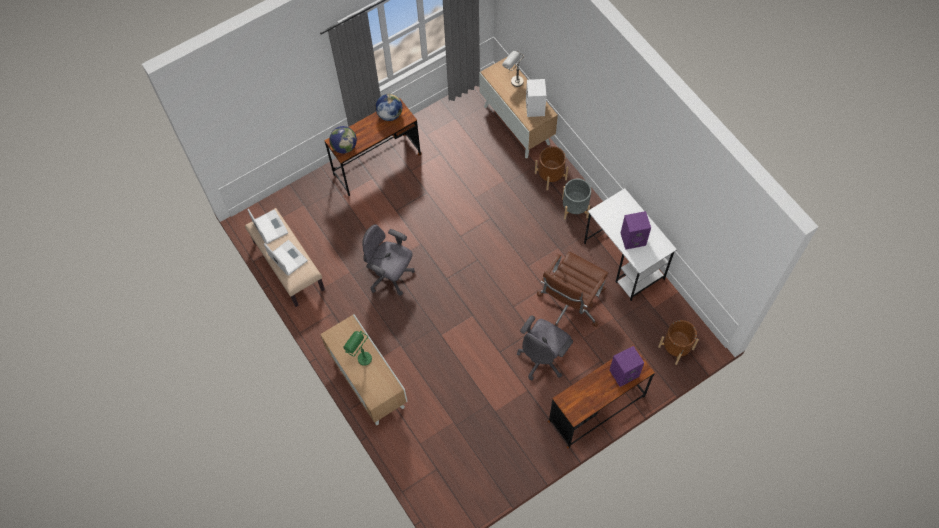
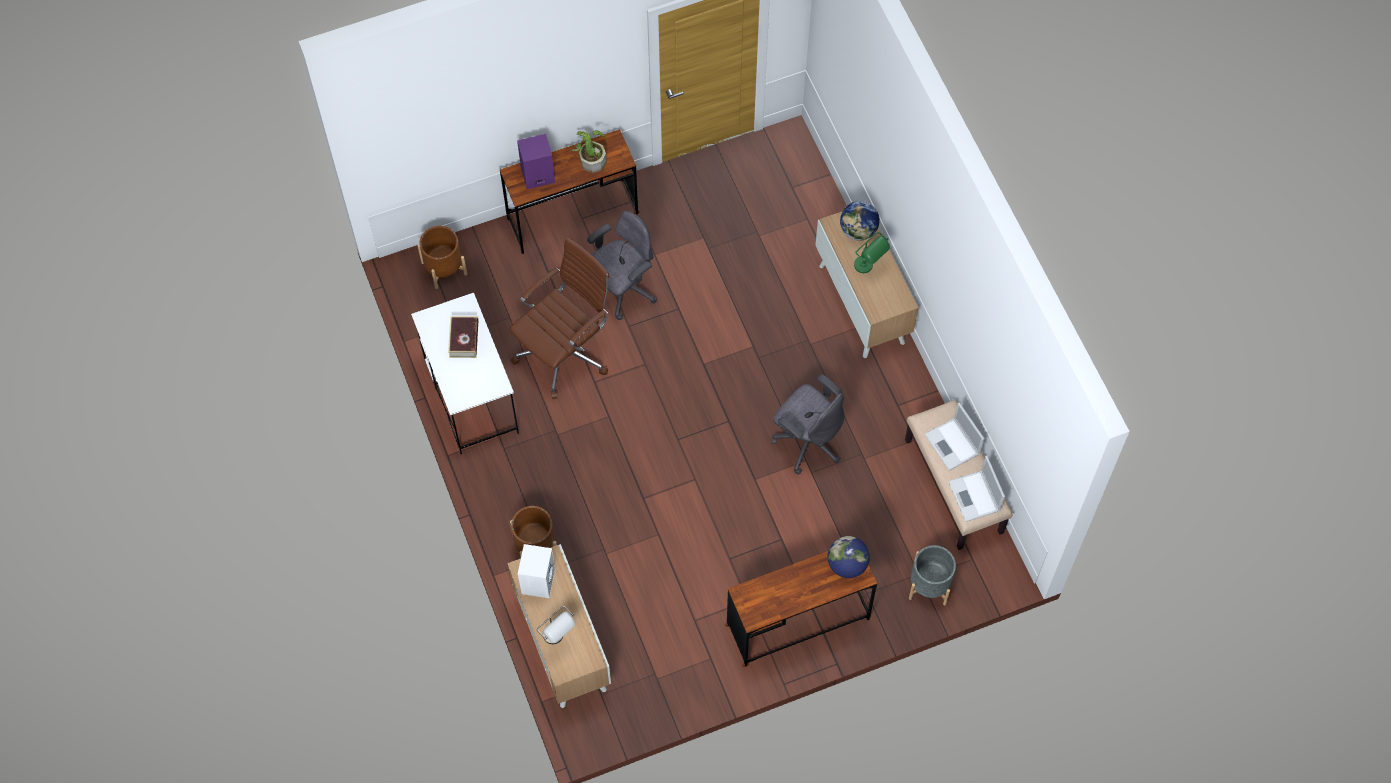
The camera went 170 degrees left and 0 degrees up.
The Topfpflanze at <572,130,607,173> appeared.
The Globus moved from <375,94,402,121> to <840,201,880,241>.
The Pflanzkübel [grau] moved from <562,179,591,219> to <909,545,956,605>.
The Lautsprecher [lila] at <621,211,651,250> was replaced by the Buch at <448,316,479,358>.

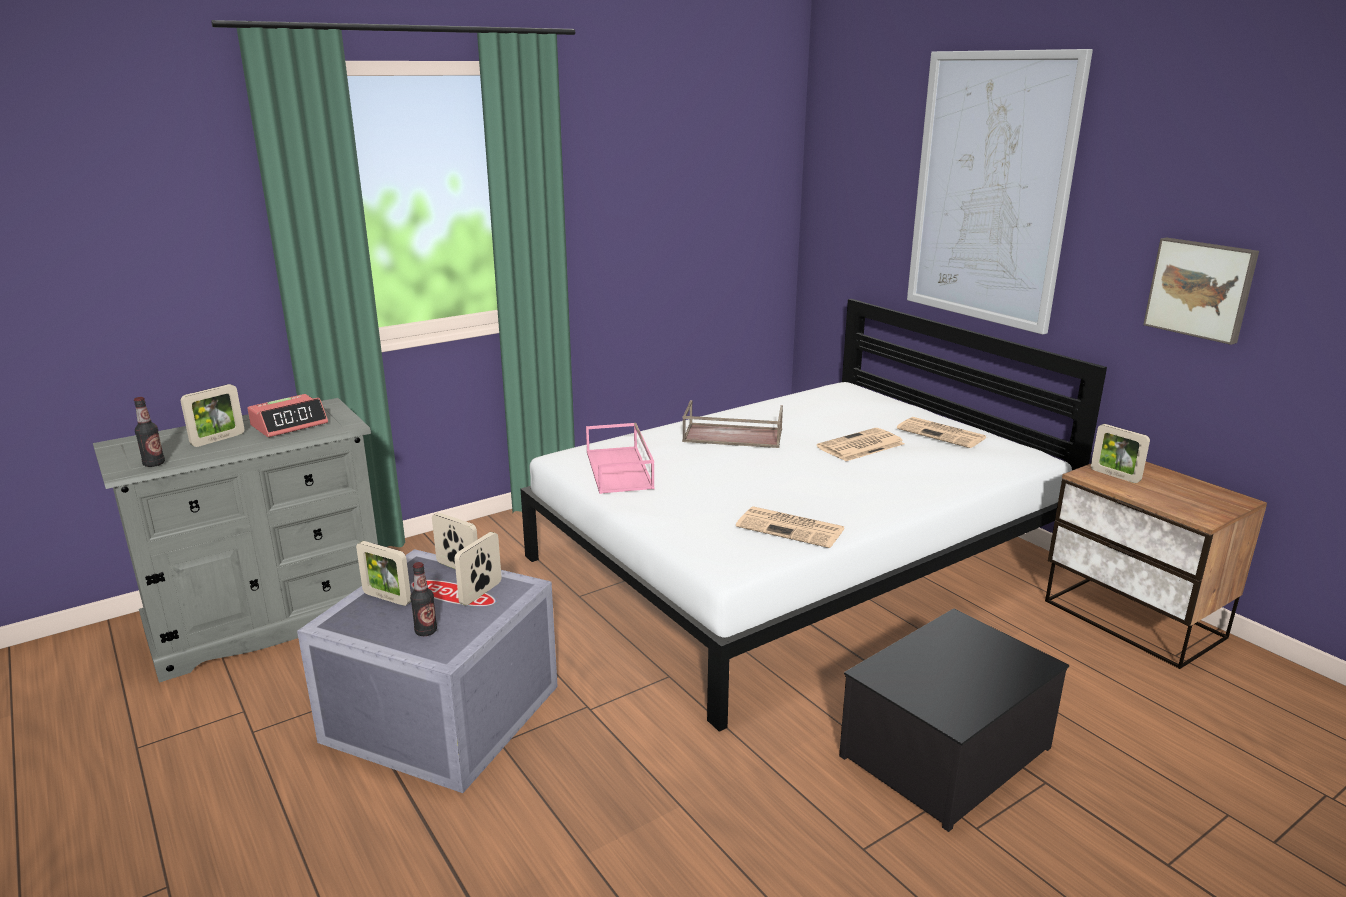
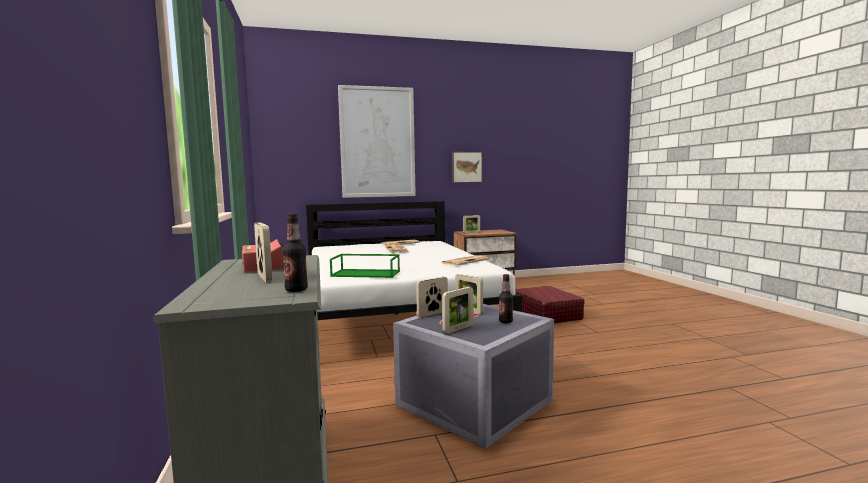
The camera went 70 degrees left and 15 degrees down.
The Tablett [braun] at <682,400,783,448> disappeared.
The Aufbewahrungsbox at <839,609,1069,832> was replaced by the Koffer [rot] at <515,286,585,323>.
The Tablett [rosa] at <586,423,654,494> became the Tablett [grün] at <330,254,400,278>.

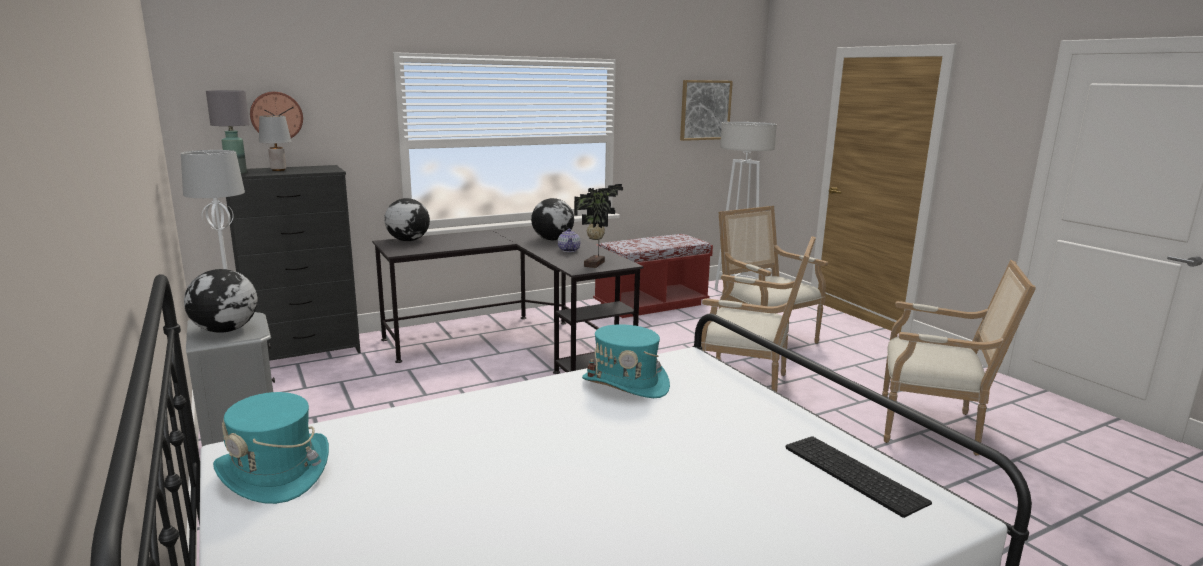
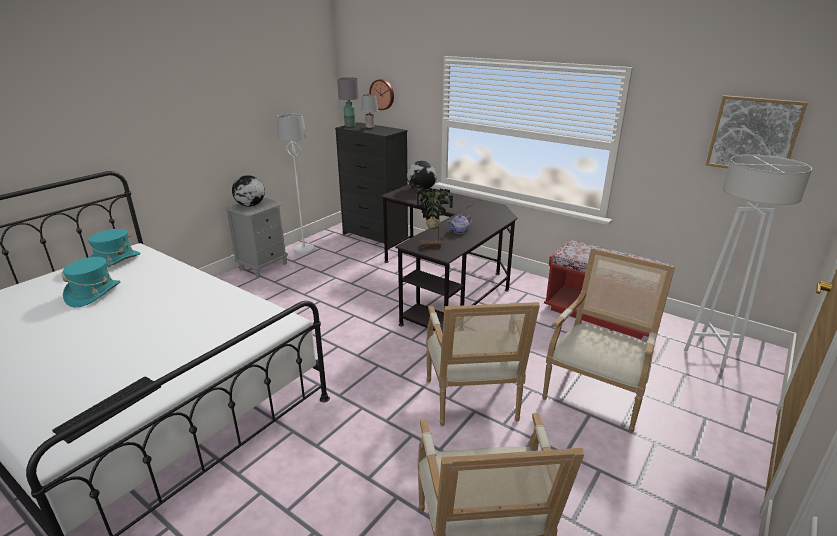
The camera went 65 degrees right and 10 degrees up.
The Globus at <531,198,574,240> disappeared.
The Hut [türkis] moved from <582,324,670,398> to <62,257,121,307>.

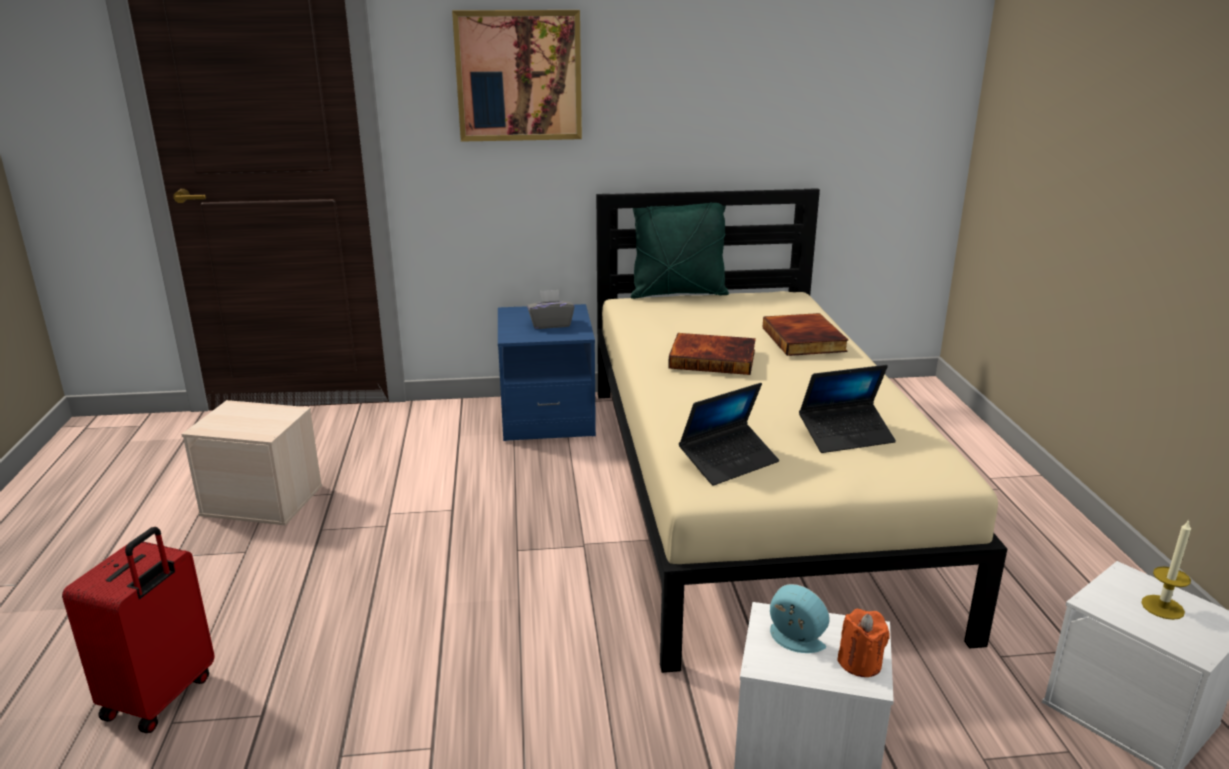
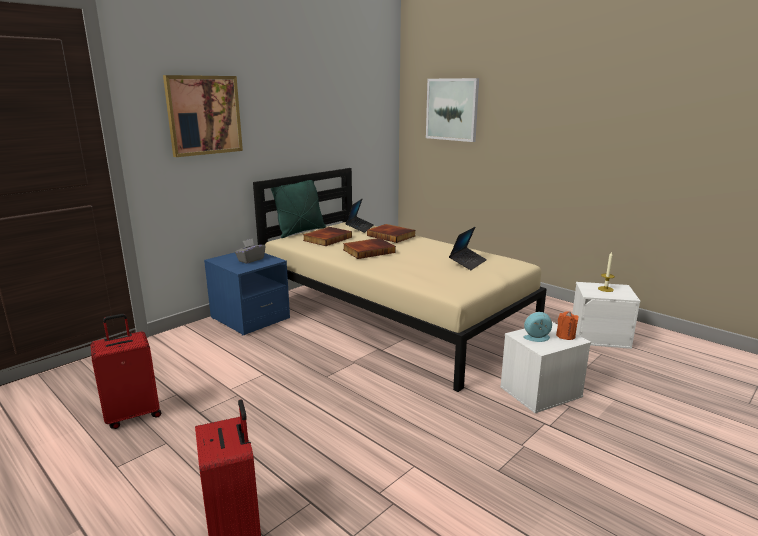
The camera went 40 degrees left and 5 degrees down.
The Buch at <303,227,352,246> appeared.
The Bild at <426,78,479,142> appeared.
The Laptop moved from <679,383,779,486> to <346,199,374,233>.
The Aufbewahrungsbox [beige] at <181,400,322,525> was replaced by the Koffer [rot] at <90,314,161,429>.

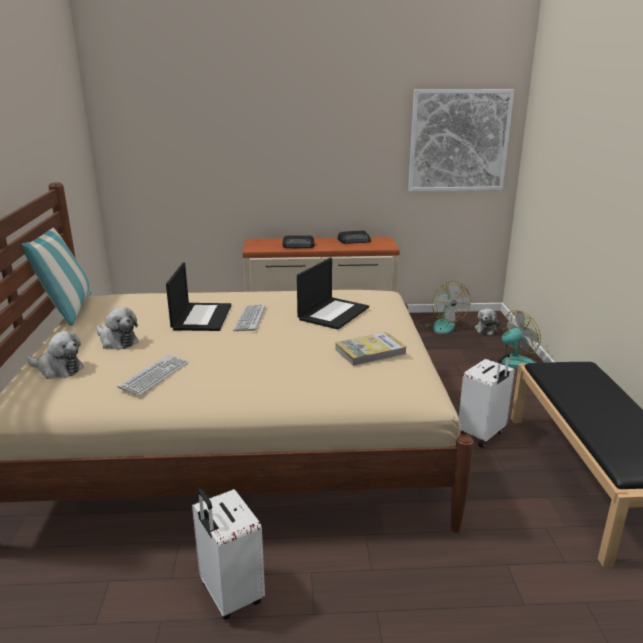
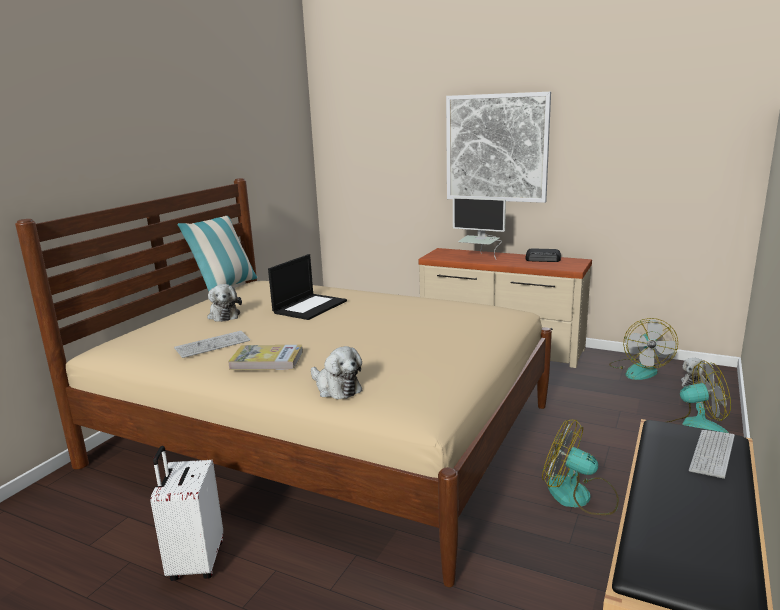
The camera went 30 degrees right and 5 degrees down.
The Laptop at <297,258,369,330> disappeared.
The Plüschtier moved from <27,331,84,379> to <311,346,362,399>.
The Tastatur moved from <233,304,265,331> to <689,430,735,479>.
The Buch moved from <336,332,407,366> to <228,345,303,370>.
The Bild moved from <408,89,514,191> to <446,92,551,203>.
The Radio at <283,235,315,248> was replaced by the Monitor at <453,197,506,259>.
The Koffer [weiß] at <459,353,515,448> was replaced by the Ventilator at <542,420,619,515>.

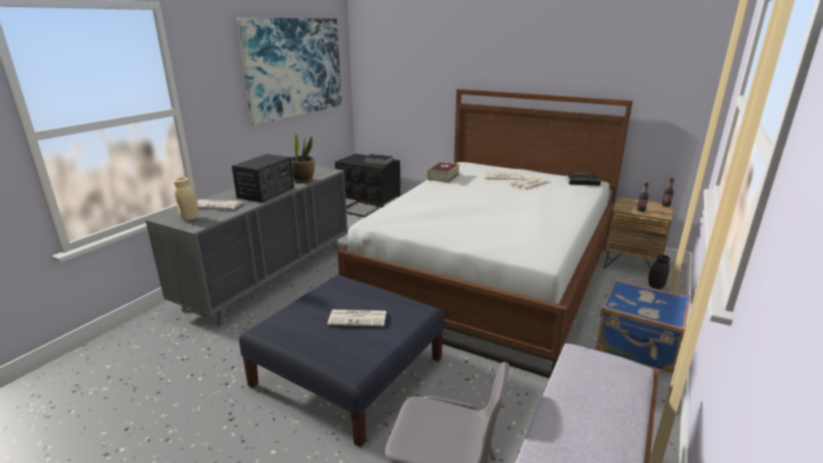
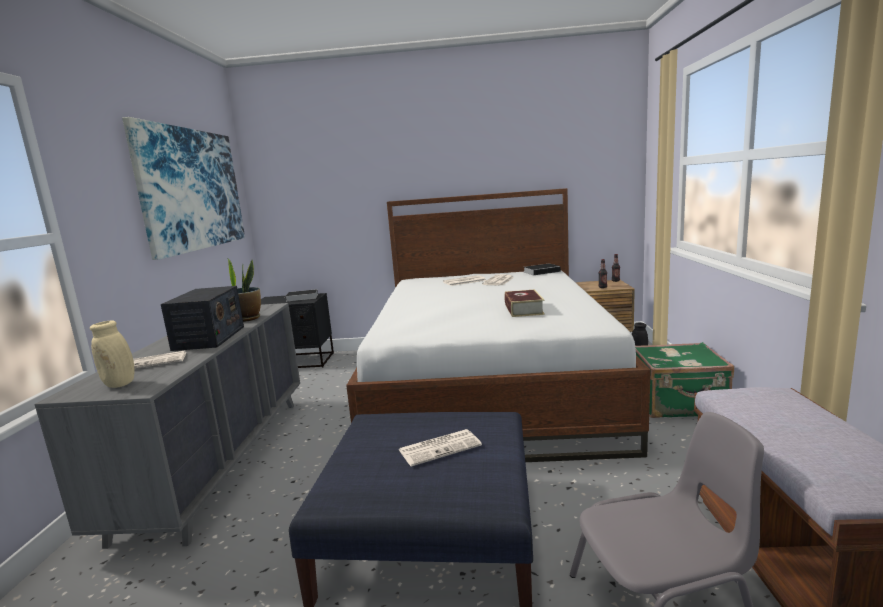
The camera went 25 degrees left and 10 degrees down.
The Buch moved from <427,162,460,183> to <504,289,545,317>.
The Koffer [blau] at <596,279,690,373> became the Koffer [grün] at <635,342,734,418>.

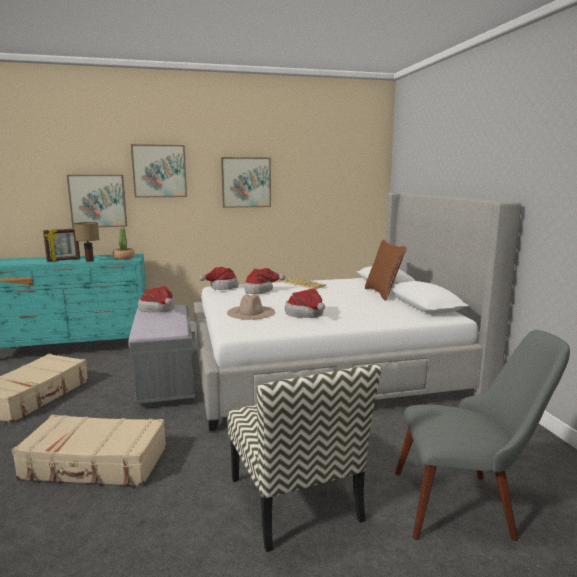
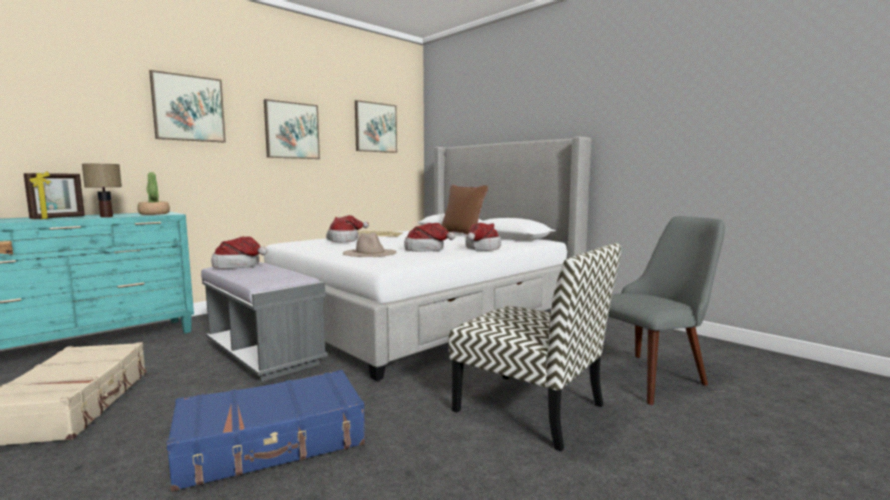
The camera went 30 degrees left and 5 degrees down.
The Bild moved from <67,175,127,228> to <355,100,397,153>.
The Hut moved from <199,267,239,290> to <465,223,501,251>.
The Koffer [beige] at <12,415,166,486> became the Koffer [blau] at <166,370,365,492>.

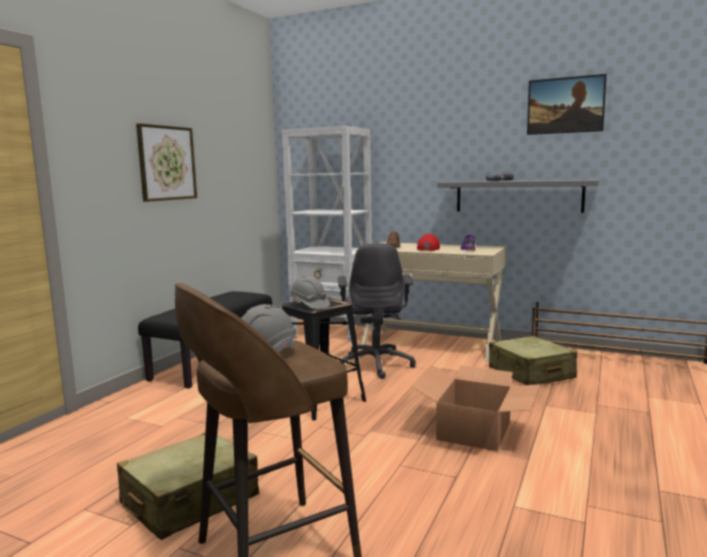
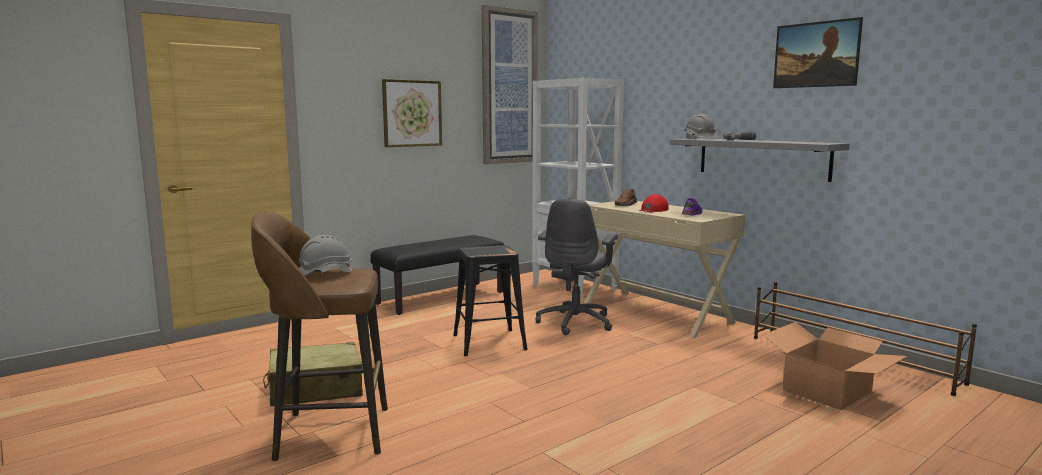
The camera went 25 degrees right and 0 degrees up.
The Koffer [beige] at <489,336,577,385> disappeared.
The Bild at <482,5,538,164> appeared.
The Schutzhelm [grau] moved from <290,275,330,309> to <684,114,718,139>.
The Karton moved from <411,365,540,451> to <763,322,907,410>.

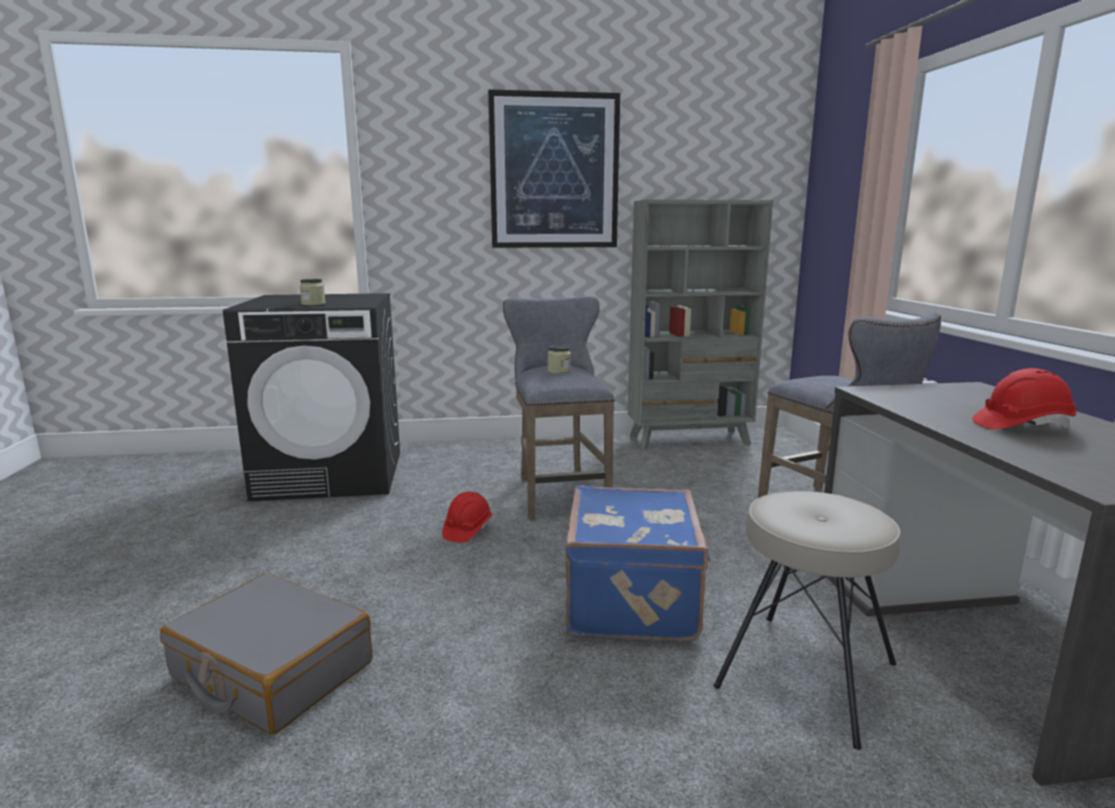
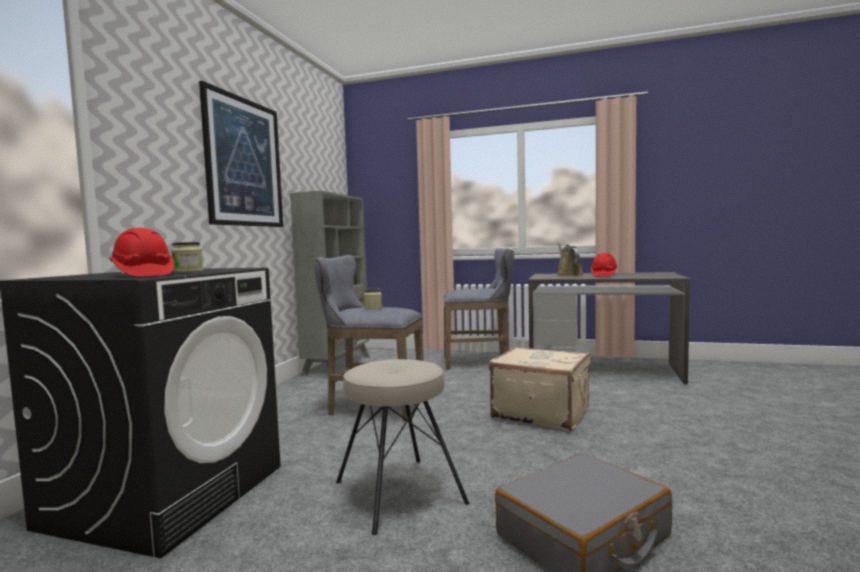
The camera went 65 degrees left and 10 degrees down.
The Gießkanne [braun] at <557,242,583,276> appeared.
The Schutzhelm [rot] moved from <442,491,492,543> to <109,228,174,277>.
The Hocker [beige] moved from <713,491,901,750> to <336,359,469,535>.
The Koffer [blau] at <565,485,711,641> became the Koffer [beige] at <489,347,591,431>.

